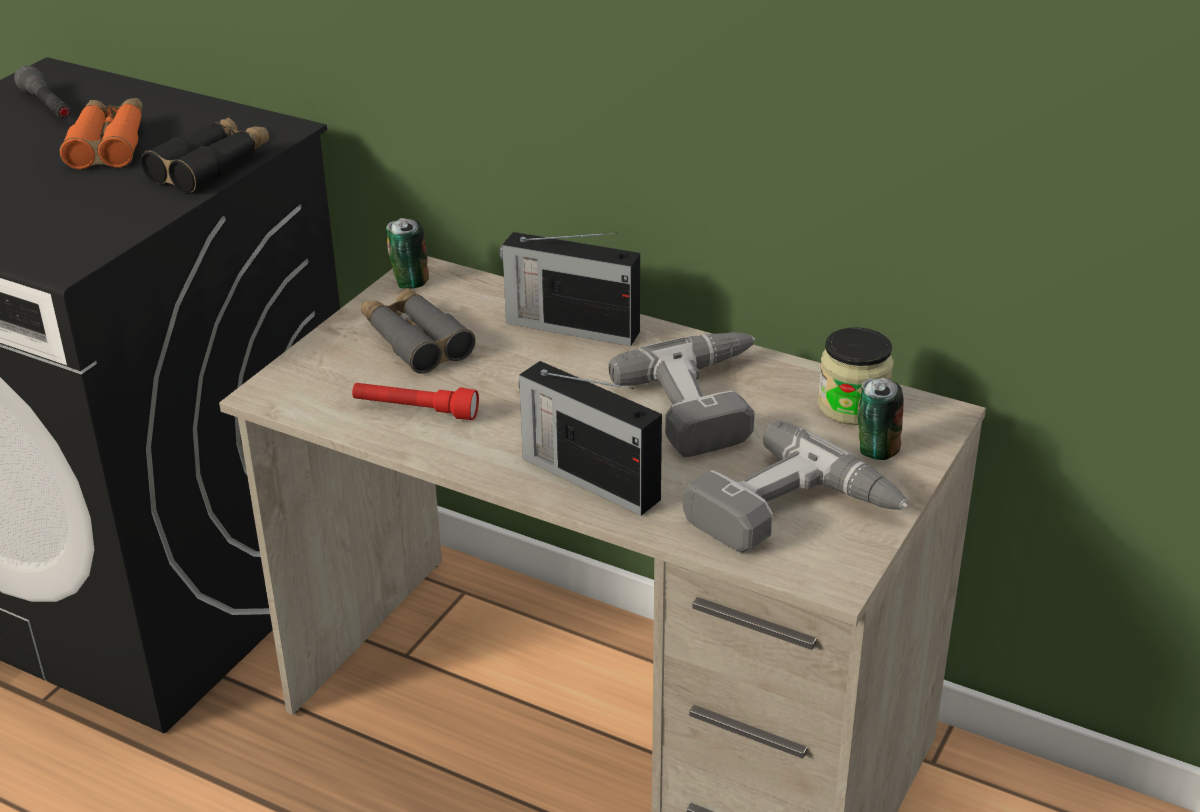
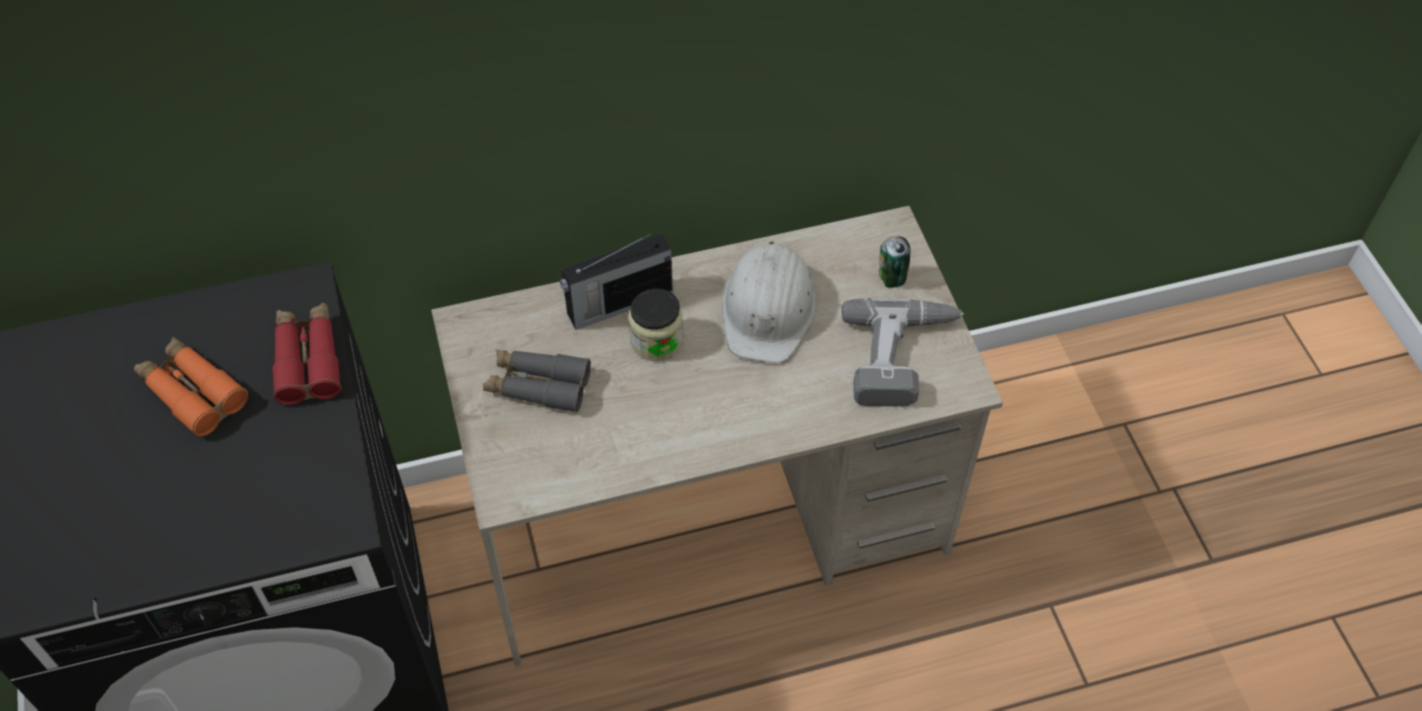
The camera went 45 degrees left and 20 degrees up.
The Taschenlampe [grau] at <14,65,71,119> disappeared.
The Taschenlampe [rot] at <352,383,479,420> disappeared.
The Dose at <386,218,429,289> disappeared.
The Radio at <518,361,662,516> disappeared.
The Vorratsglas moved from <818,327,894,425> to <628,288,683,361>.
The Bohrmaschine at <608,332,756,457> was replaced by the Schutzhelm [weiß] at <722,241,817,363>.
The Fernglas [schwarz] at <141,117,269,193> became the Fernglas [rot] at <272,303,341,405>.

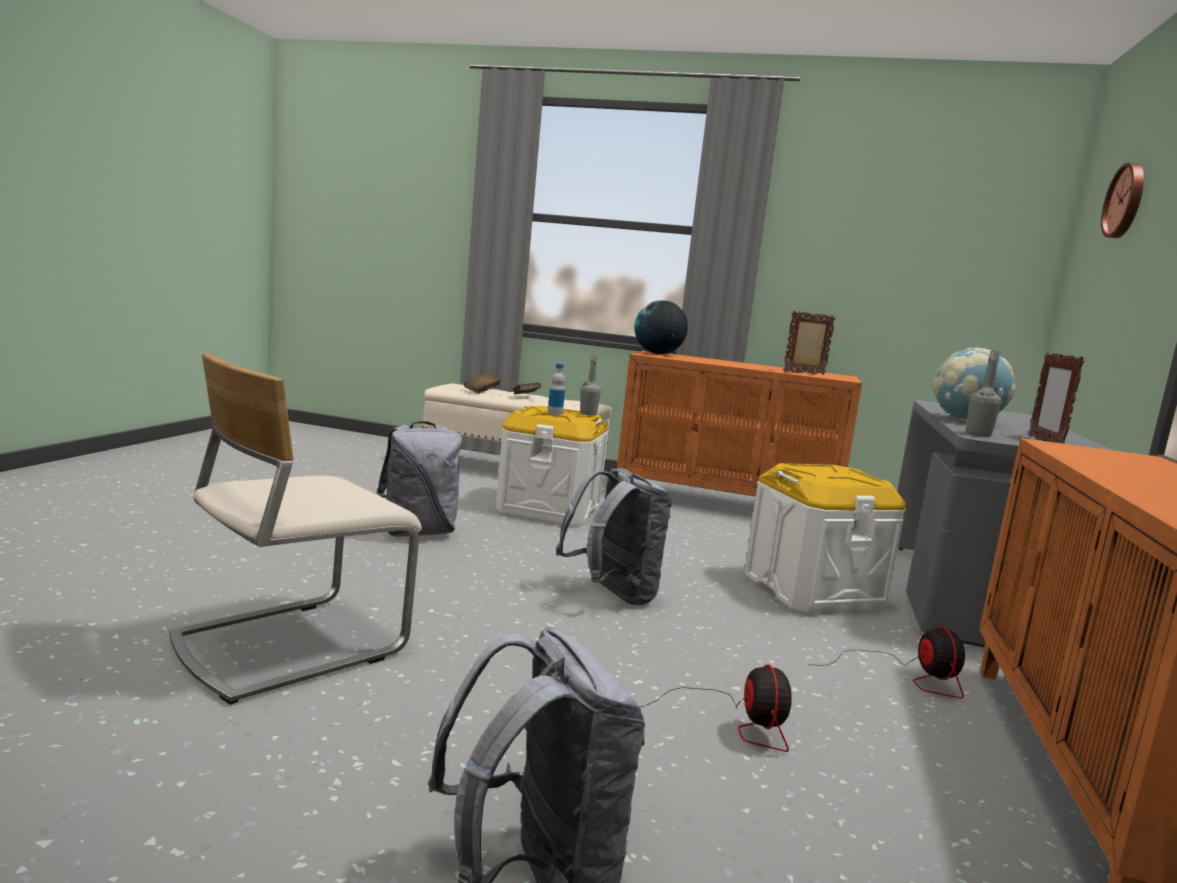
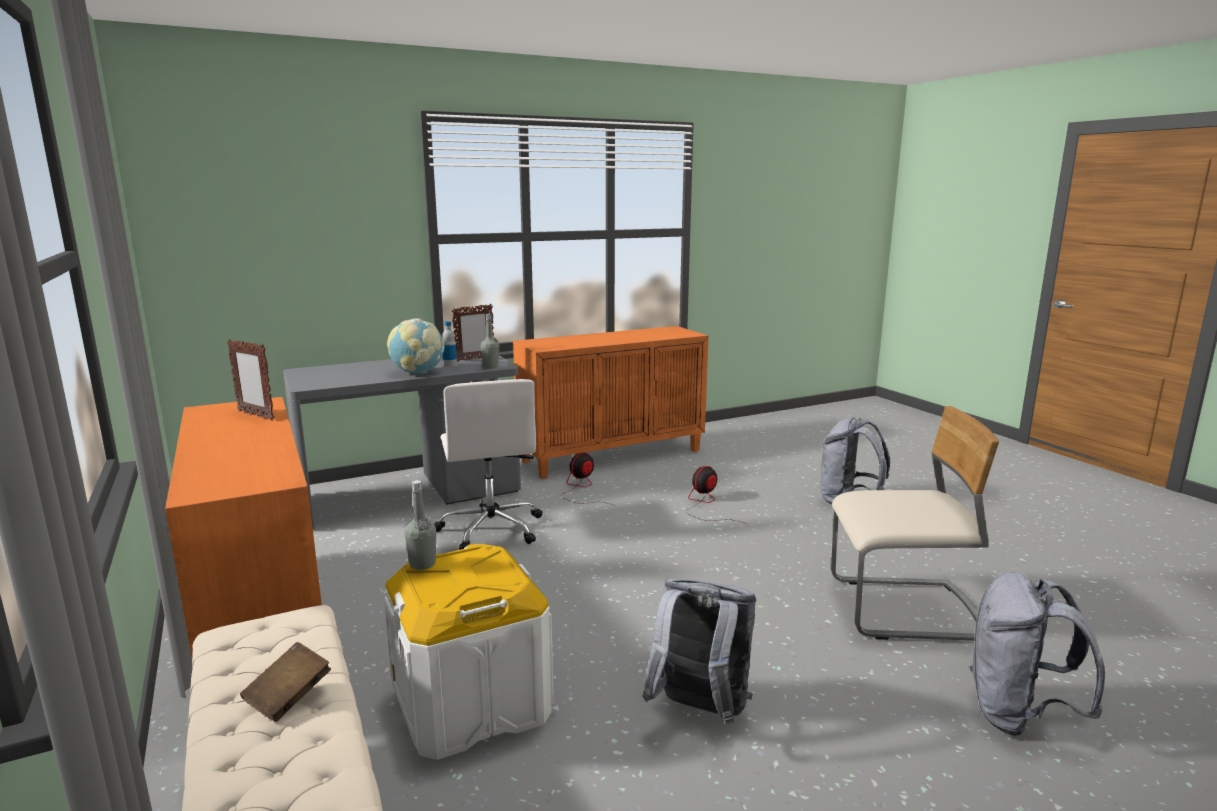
The camera went 130 degrees left and 5 degrees up.
The Buch [braun] at <464,373,501,394> disappeared.
The Globus at <634,300,688,354> disappeared.
The Wanduhr at <1101,163,1144,238> disappeared.
The Flasche moved from <548,363,565,415> to <442,321,457,367>.
The Rucksack [grau] moved from <556,468,672,606> to <969,572,1105,736>.
The Aufbewahrungsbox [weiß] at <744,463,906,613> was replaced by the Bürostuhl [weiß] at <434,379,542,550>.

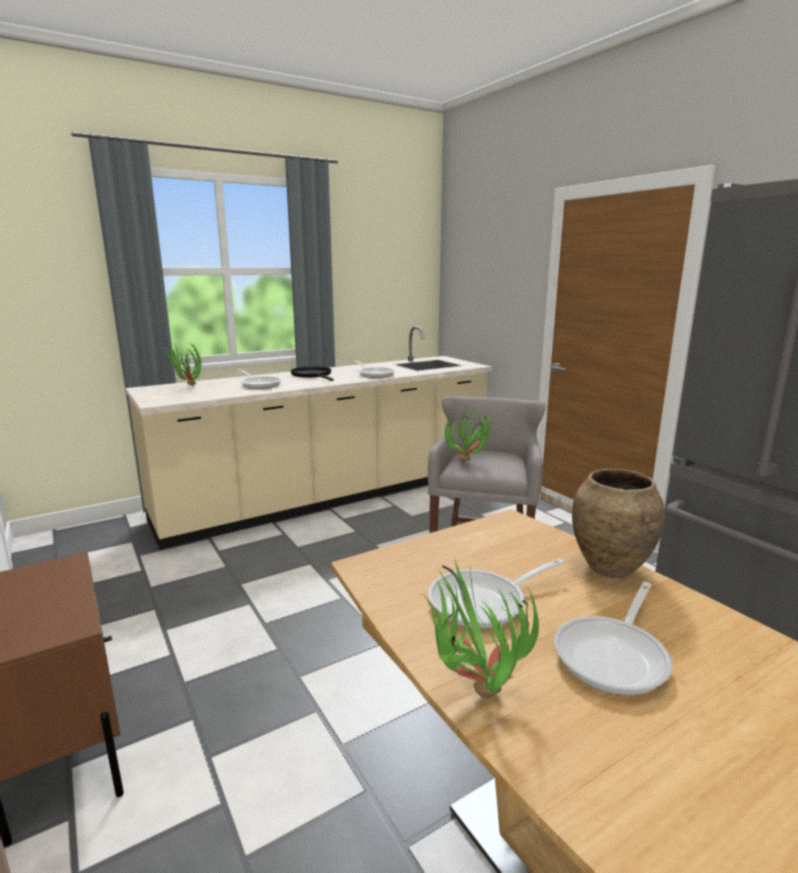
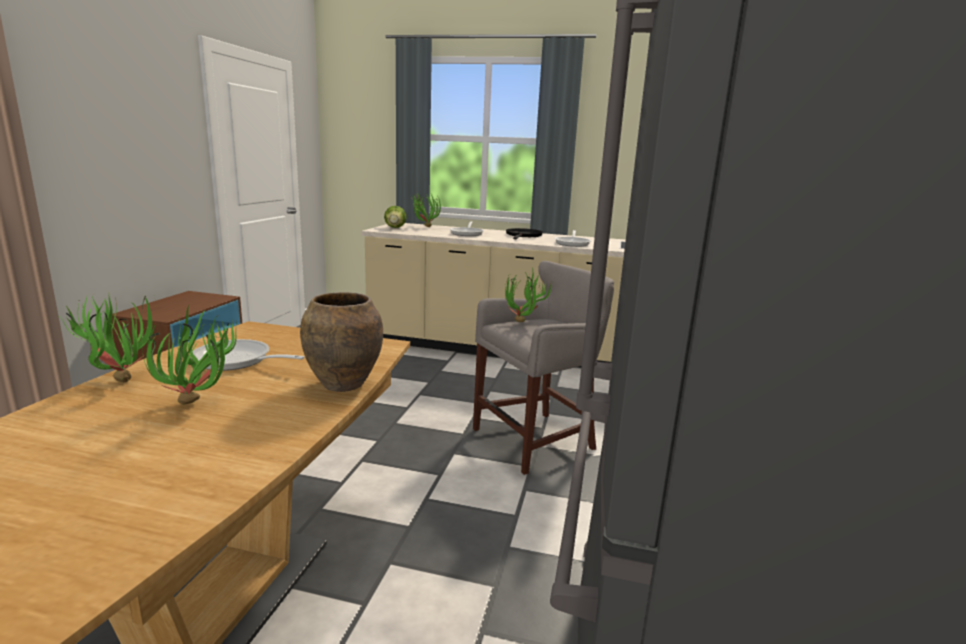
The camera went 45 degrees right and 0 degrees up.
The Salatkopf at <384,206,407,228> appeared.
The Pfanne at <554,582,673,695> was replaced by the Topfpflanze at <142,305,237,405>.

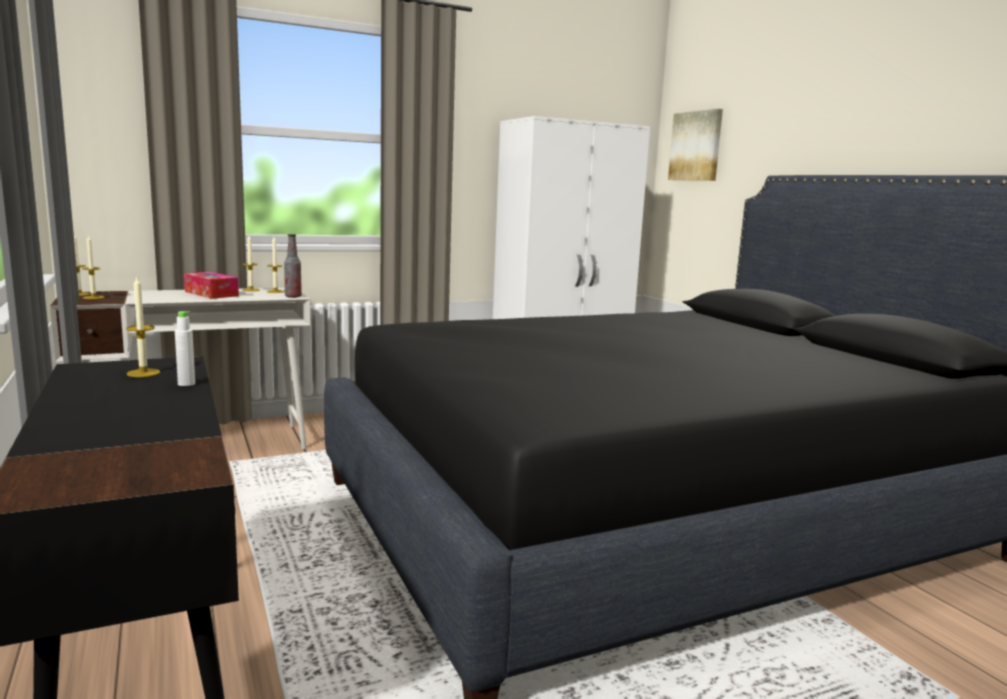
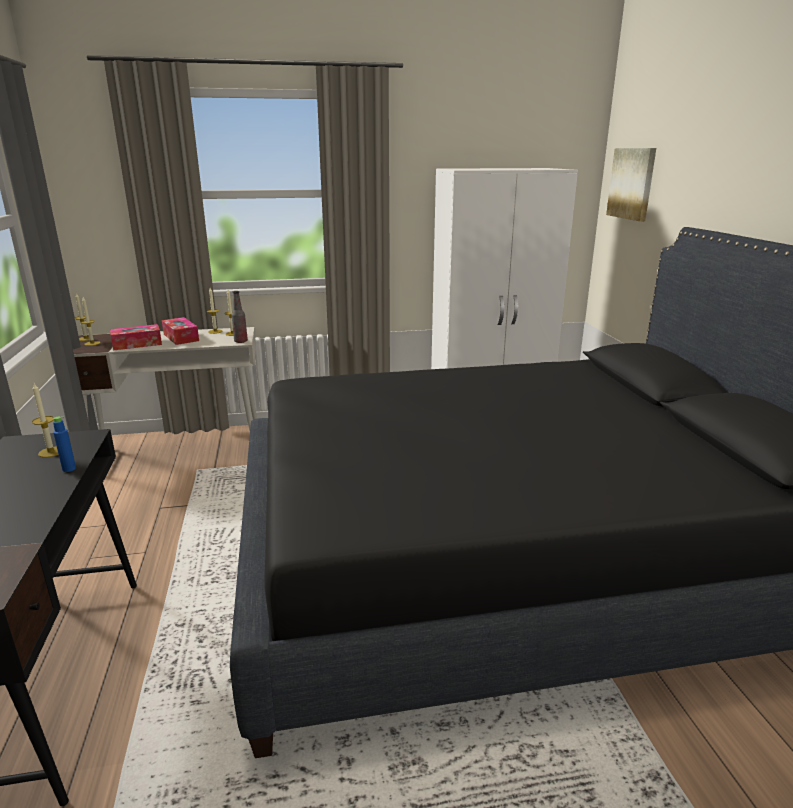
The camera went 15 degrees right and 10 degrees up.
The Taschentuchbox at <110,324,162,350> appeared.
The Flasche [weiß] at <175,311,195,386> became the Flasche [blau] at <53,417,76,472>.

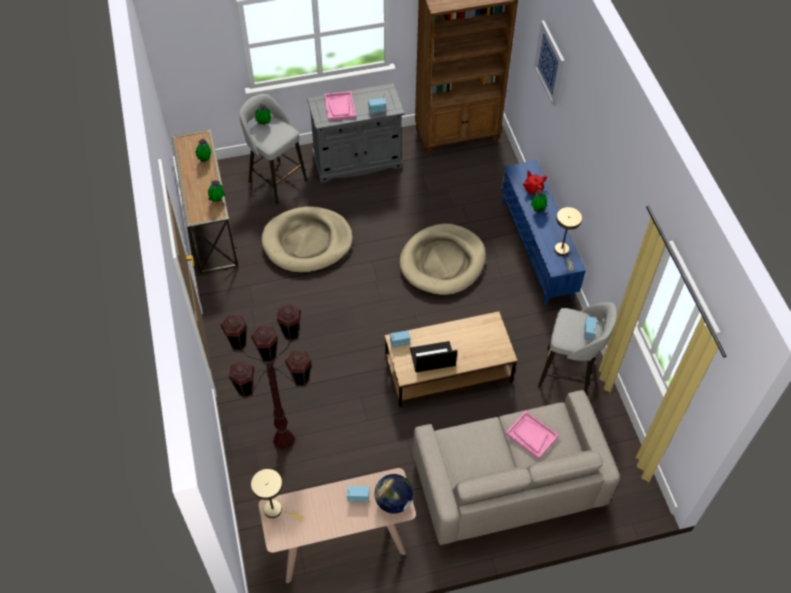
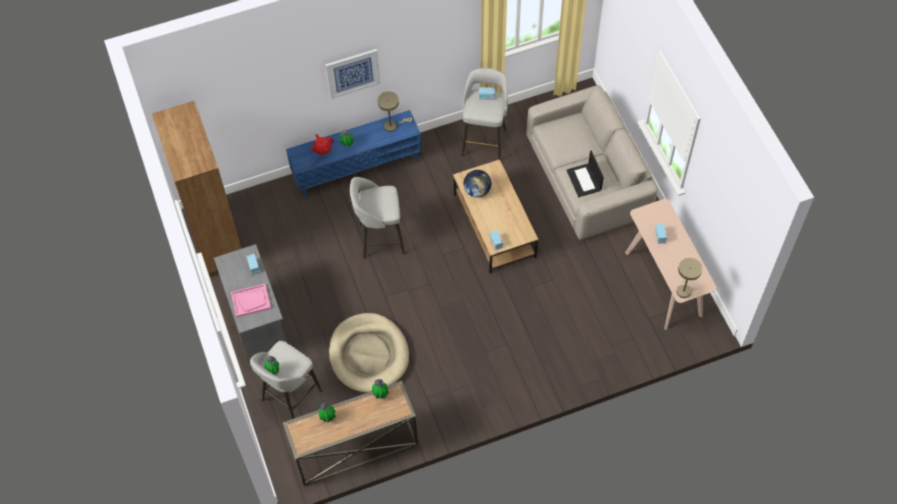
The camera went 95 degrees left and 5 degrees up.
The Stehlampe [braun] at <221,304,312,451> disappeared.
The Tablett [rosa] at <505,411,559,459> disappeared.
The Globus moved from <374,474,413,514> to <464,170,491,198>.
The Laptop moved from <410,341,457,373> to <567,150,604,197>.
The Bild moved from <534,20,565,107> to <325,49,381,99>.
The Hundebett [beige] at <399,224,486,295> was replaced by the Hocker [grau] at <350,177,405,259>.

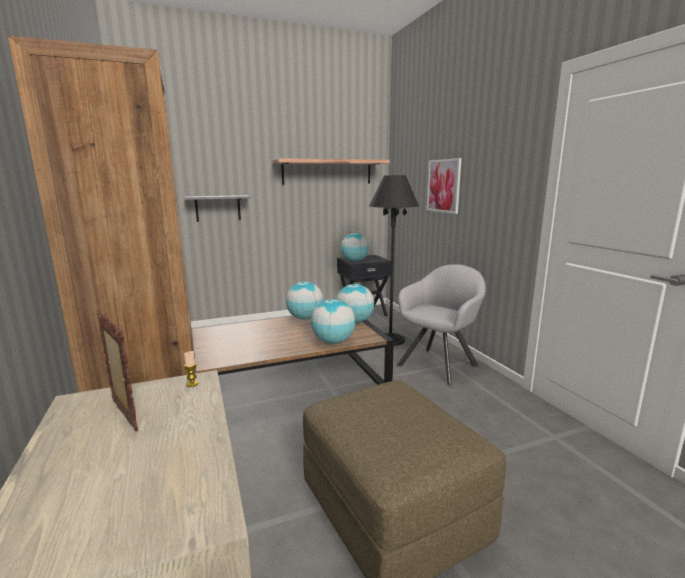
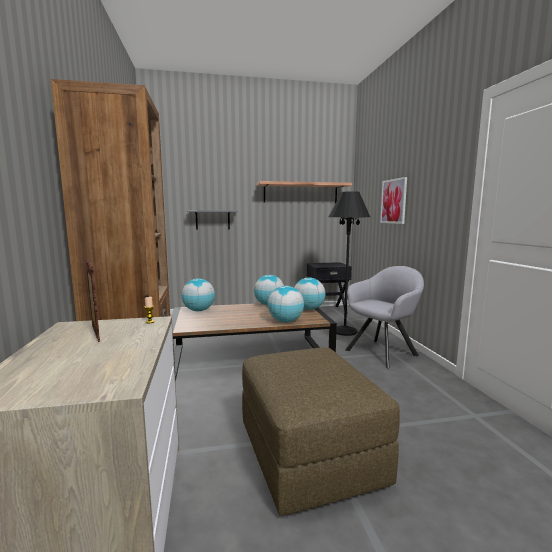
The camera went 10 degrees right and 5 degrees down.
The Globus moved from <341,233,369,262> to <181,278,215,311>.

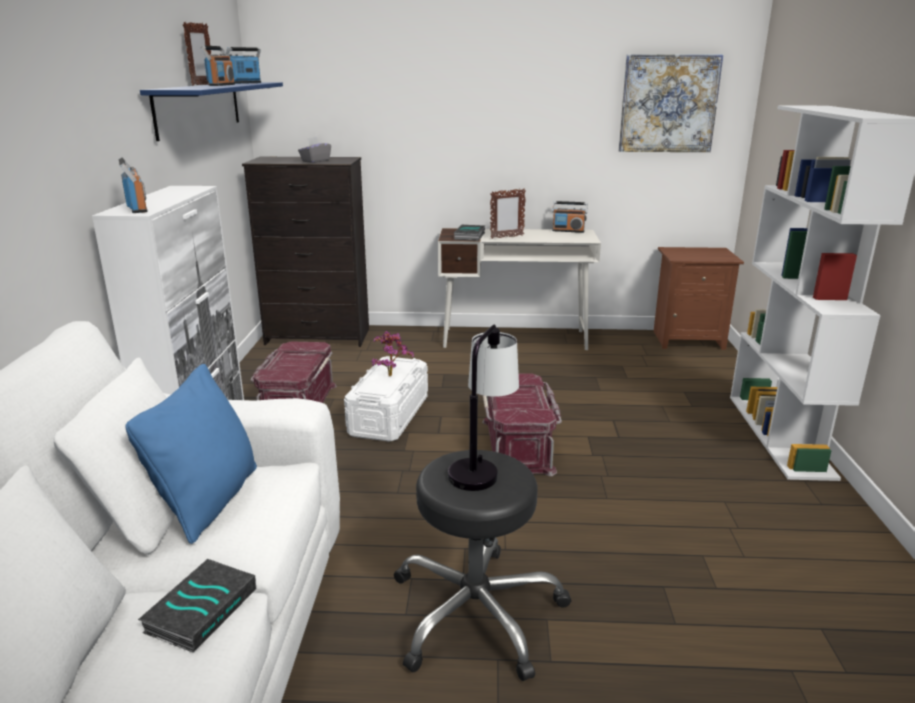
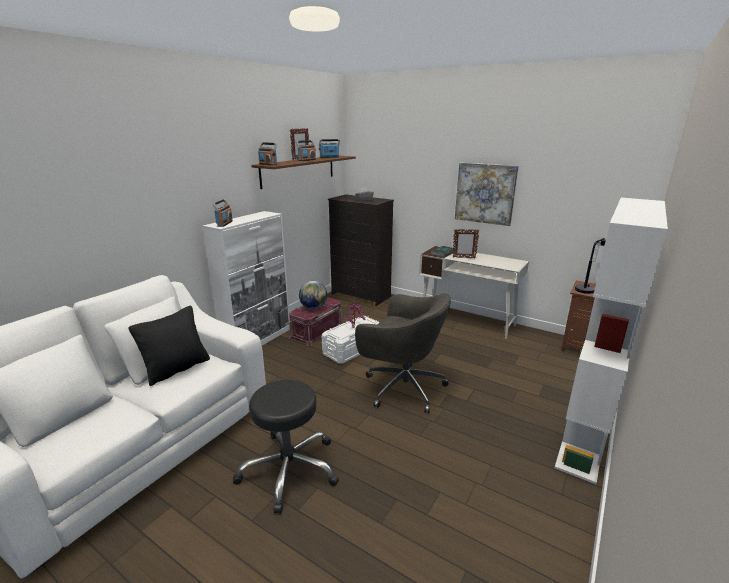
The camera went 30 degrees right and 0 degrees up.
The Buch at <138,559,256,653> disappeared.
The Globus at <299,281,327,309> appeared.
The Tischlampe moved from <448,325,519,491> to <575,238,606,294>.
The Radio moved from <552,201,588,233> to <258,142,277,166>.
The Bild moved from <619,54,723,152> to <455,163,518,226>.
The Aufbewahrungsbox [rot] at <482,373,562,476> was replaced by the Bürostuhl [grau] at <355,293,451,413>.
The Kissen [blau] at <125,364,257,544> became the Kissen [schwarz] at <129,306,210,386>.
The Wandregal [blau] at <140,82,283,141> became the Wandregal [braun] at <251,156,356,189>.

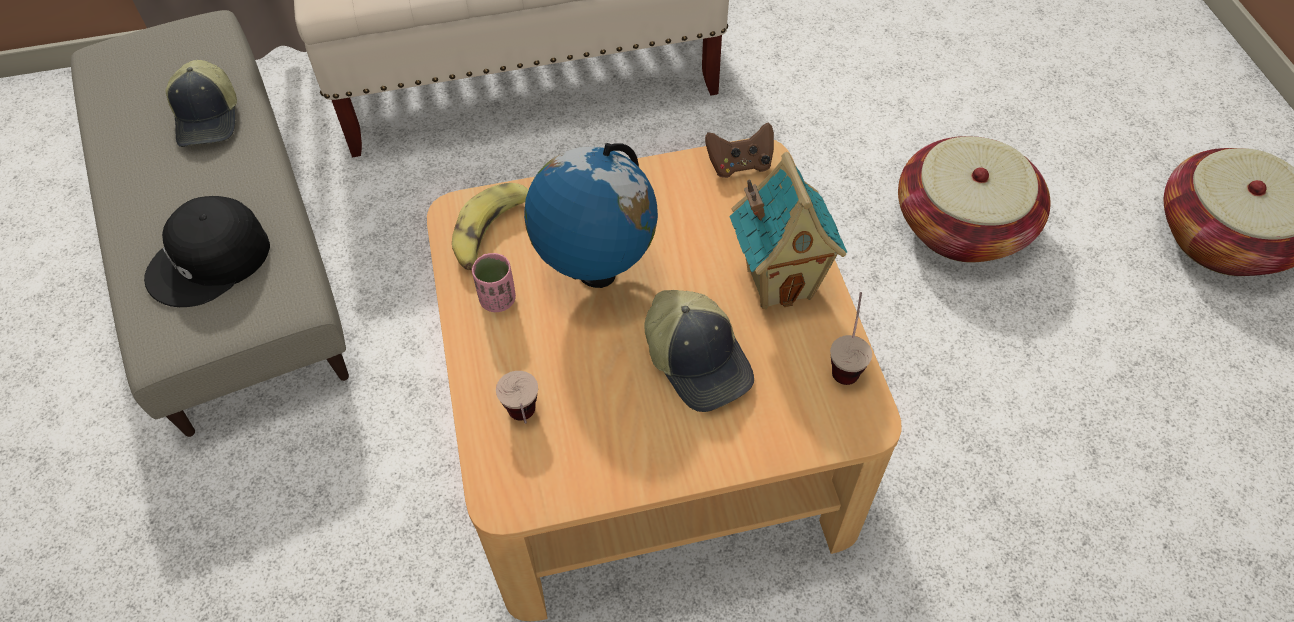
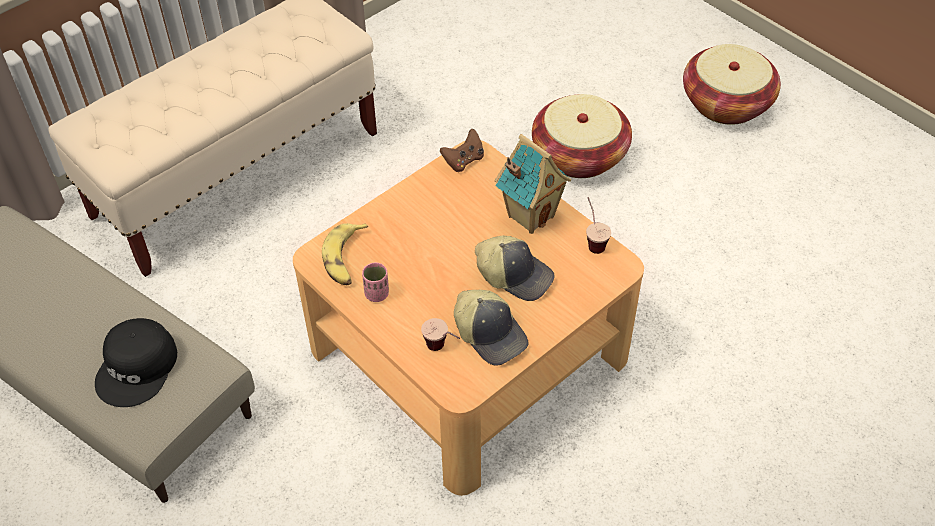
The camera went 30 degrees left and 5 degrees down.
The Globus at <524,143,658,288> disappeared.
The Kappe moved from <166,60,237,147> to <454,289,528,366>.

